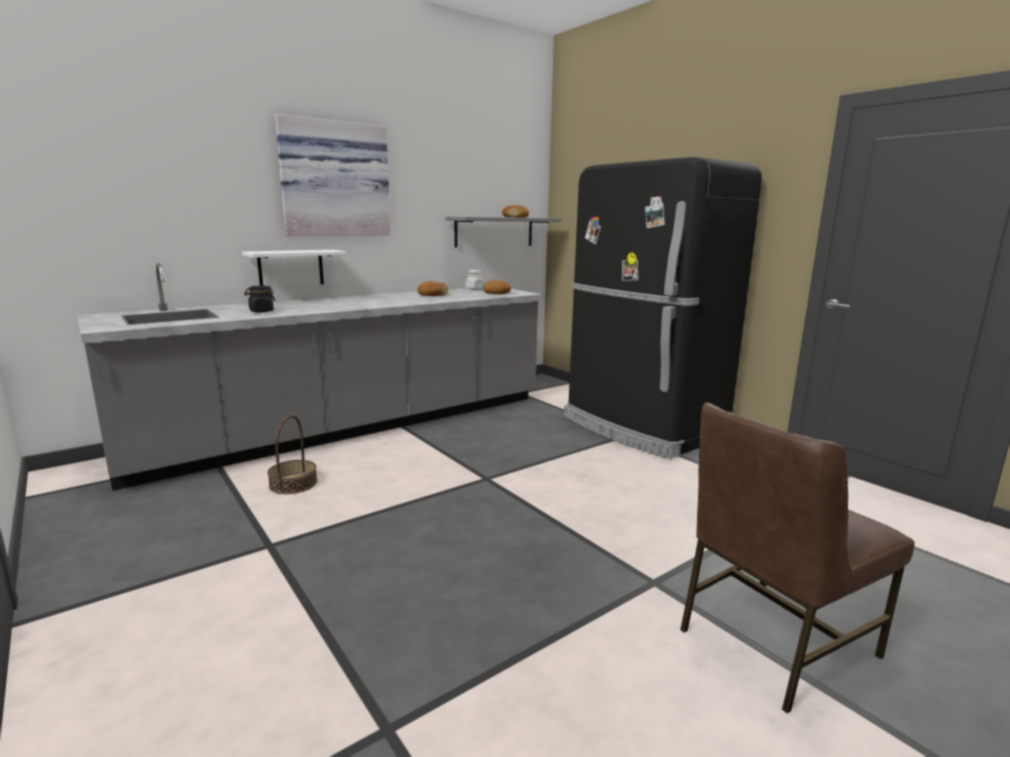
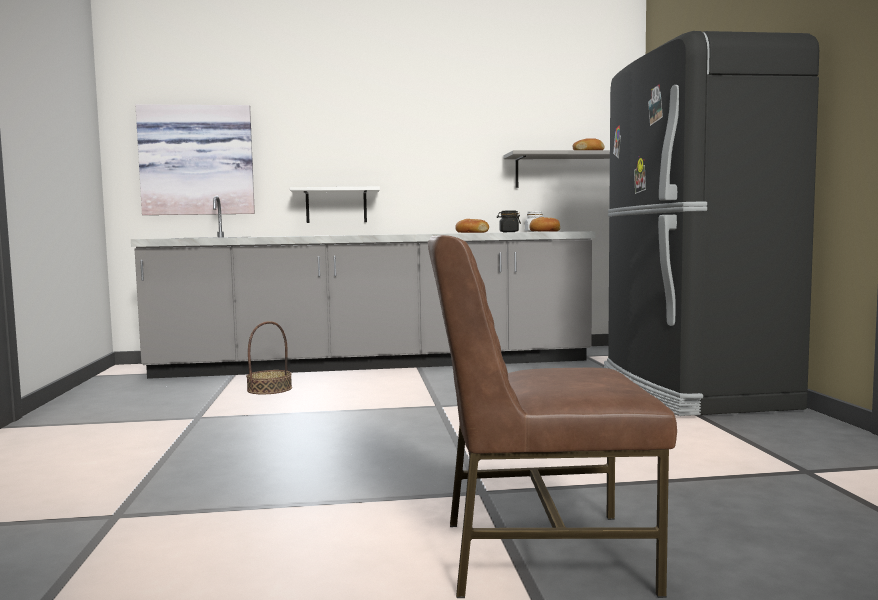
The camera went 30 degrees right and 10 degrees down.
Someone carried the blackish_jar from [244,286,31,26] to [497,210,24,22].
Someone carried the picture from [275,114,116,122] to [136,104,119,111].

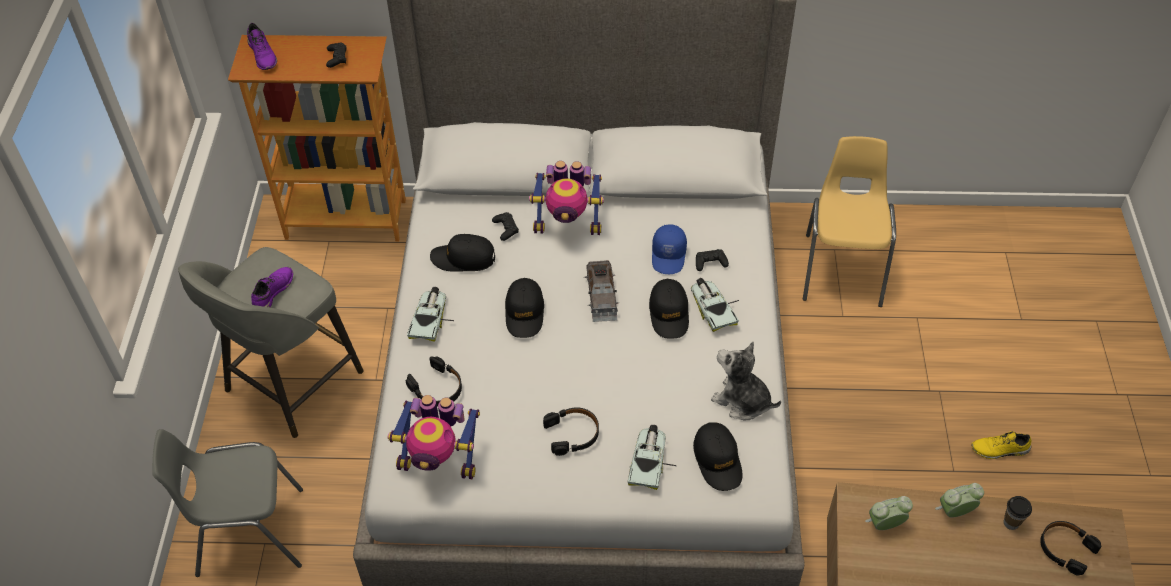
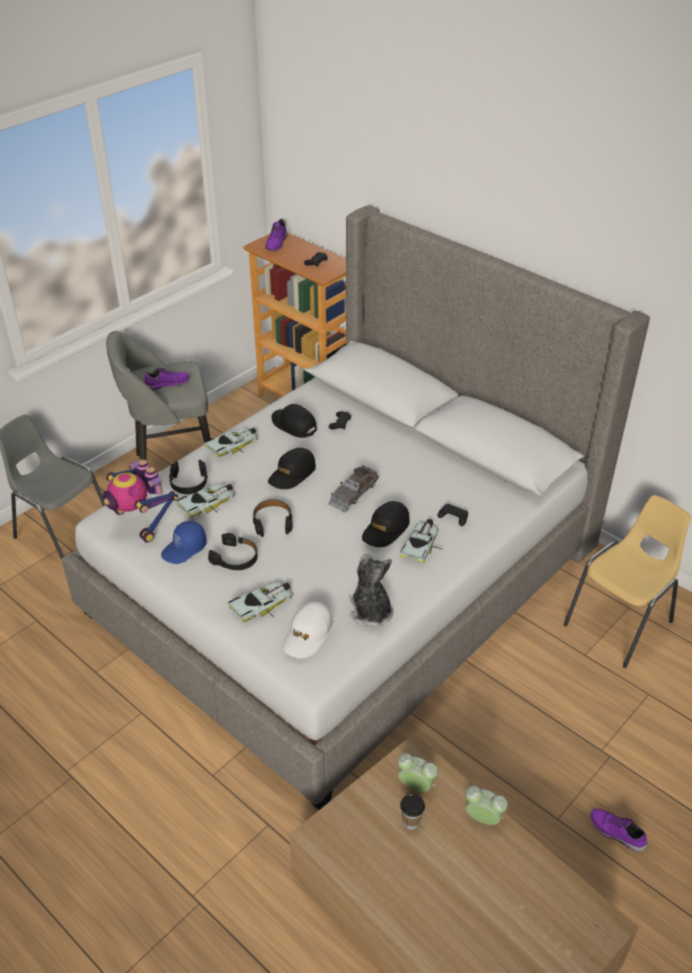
The camera went 40 degrees right and 10 degrees down.
Someone took away the robot_figure at [529,161,75,74].
Someone carried the blue_peaked_cap from [652,224,35,50] to [161,521,46,43].
Someone repainted the blackish_peaked_cap at [693,422,50,69], which became the whitish_peaked_cap at [283,601,50,57].
Someone repainted the yellowish_shoe at [972,431,59,28], which became the purple_shoe at [590,809,57,43].
Someone carried the cup from [1004,496,28,34] to [400,794,25,36].
Someone carried the blackish_headphones from [1040,521,61,55] to [253,499,39,38].
Someone put down the miniature_car at [176,484,59,33].

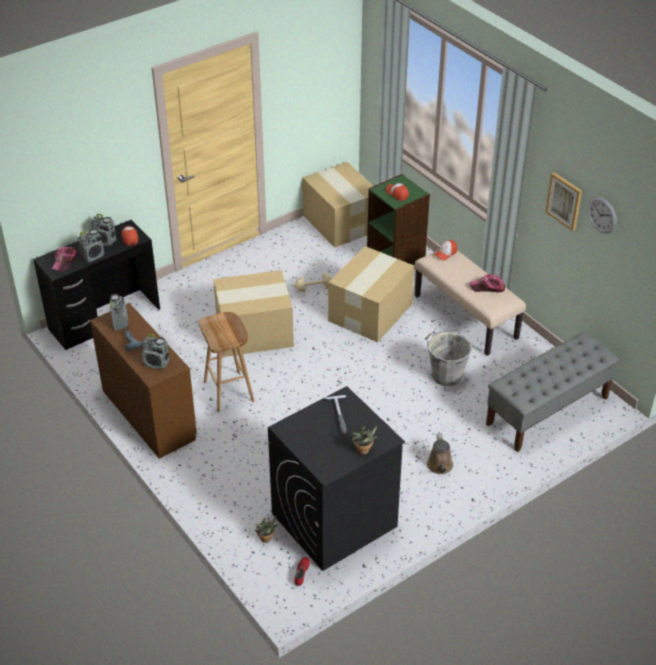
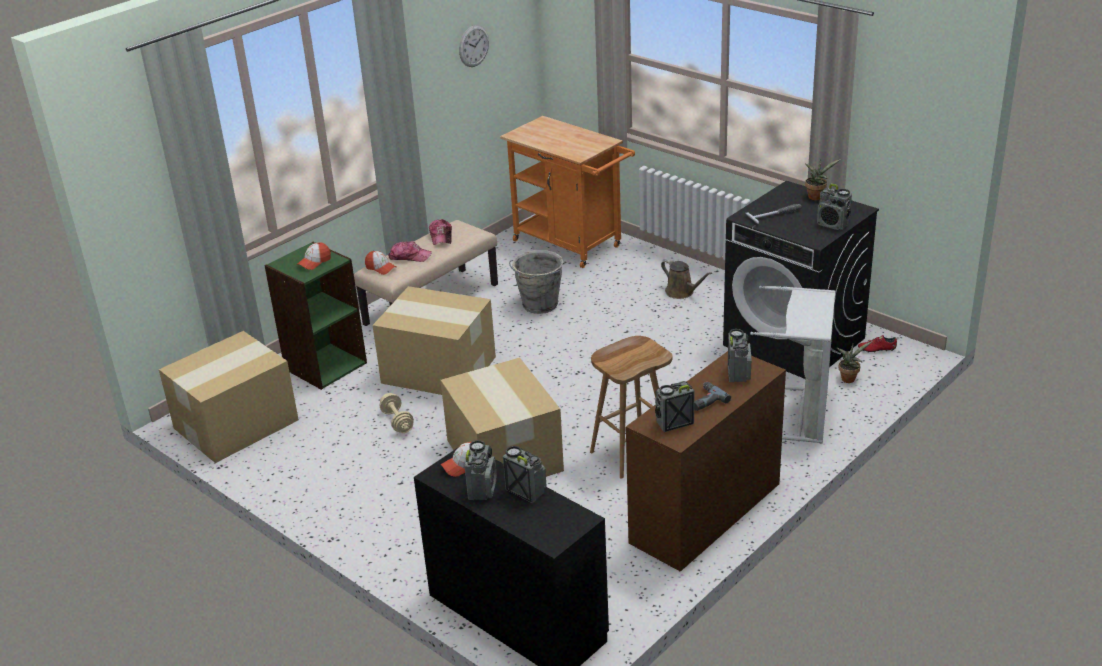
The camera went 100 degrees left and 10 degrees down.
Someone carried the peaked_cap from [51,247,27,25] to [388,241,44,21].
Someone rotated the brown-coloured_watering_can at [427,434,26,40] by 60 degrees clockwise.
Someone swapped the grey_bench at [486,332,133,120] for the orange_trolley at [500,116,135,152].
Someone took away the picture at [545,172,37,59].
Someone put down the grey_washing_basket at [750,286,85,157].
Someone put down the radio_set at [817,184,35,46].

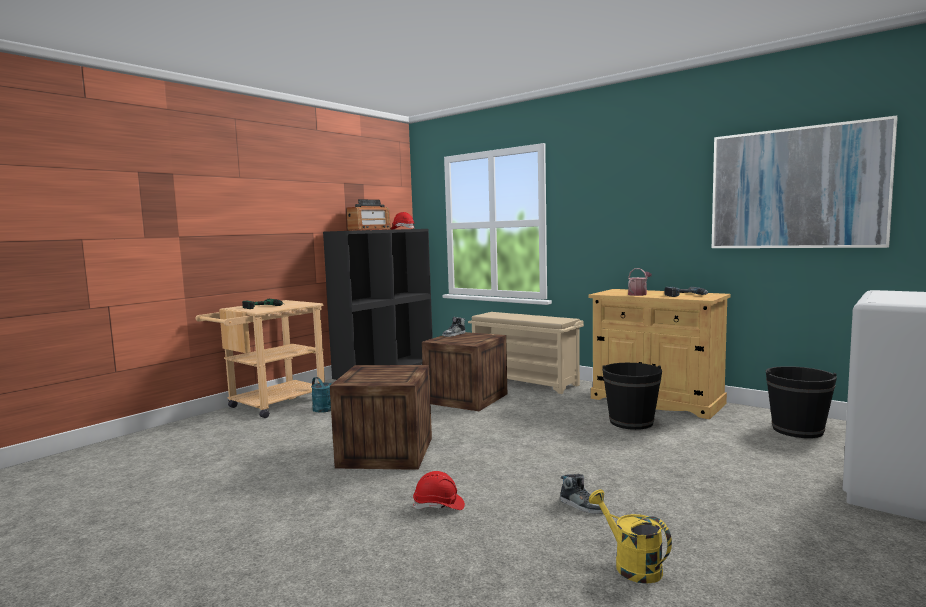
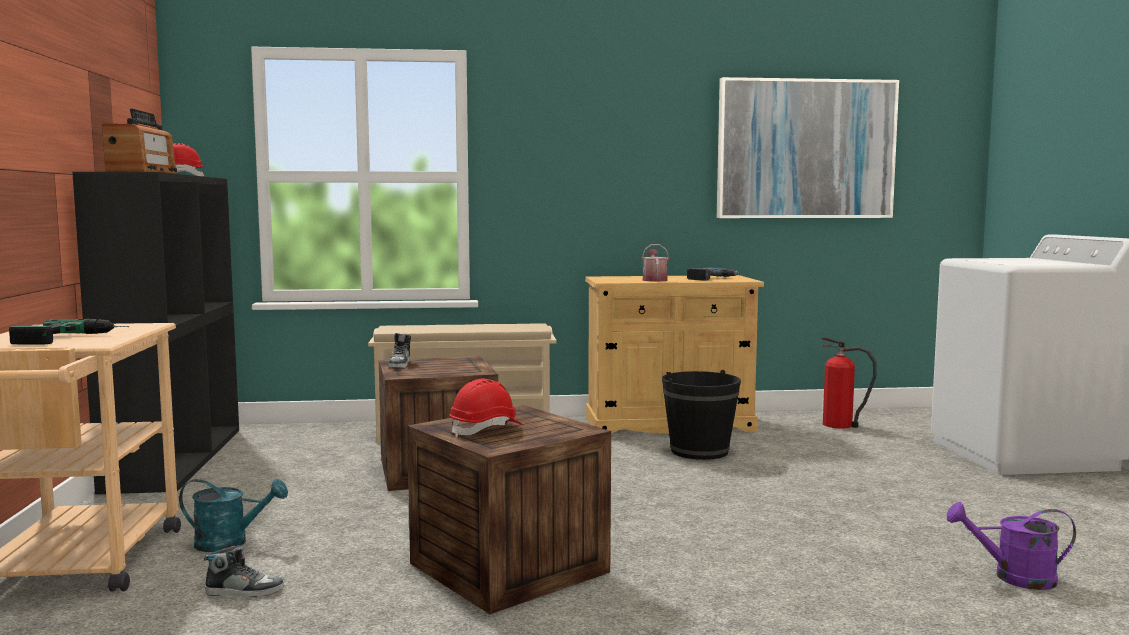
The camera went 45 degrees left and 0 degrees up.
Someone carried the red-coloured_hard_hat from [413,471,52,39] to [449,379,74,58].
Someone carried the shoe from [560,474,43,40] to [204,545,80,52].
Someone repainted the yellowish_watering_can at [589,489,83,95], which became the purple_watering_can at [947,502,129,88].
Someone swapped the blackish_pail at [766,366,71,72] for the fire-fighting_cylinder at [821,337,56,92].

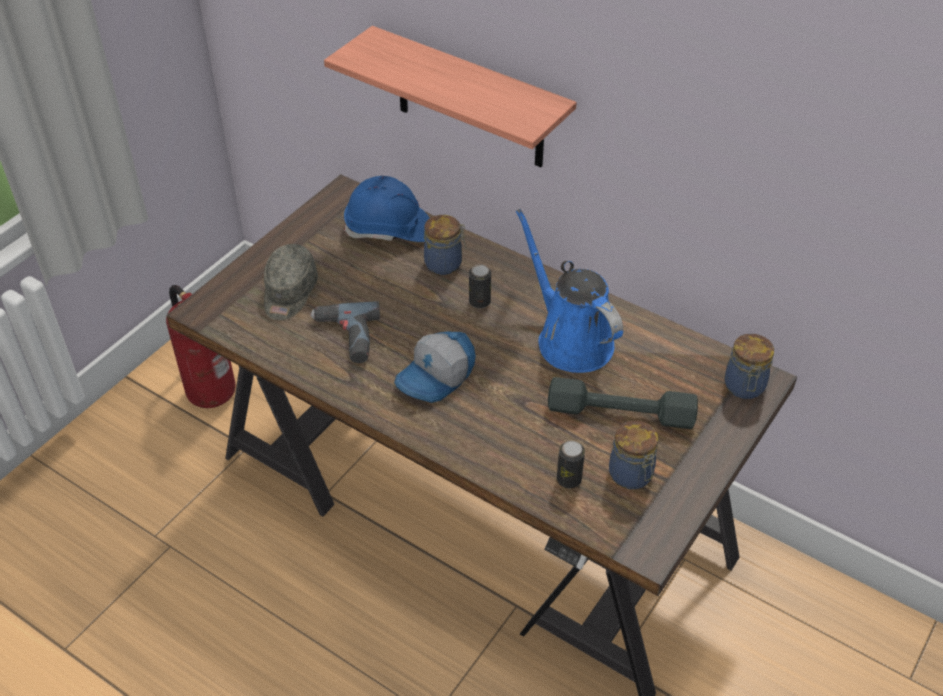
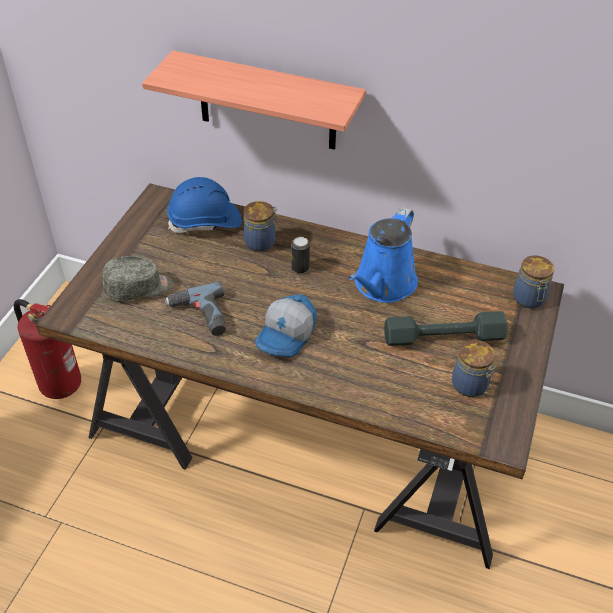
The camera went 15 degrees left and 0 degrees up.
Someone rotated the grey_peaked_cap at [264,244,54,76] by 105 degrees counterclockwise.
Someone rotated the blue_watering_can at [516,209,107,164] by 105 degrees counterclockwise.
Someone took away the can at [557,441,28,47].

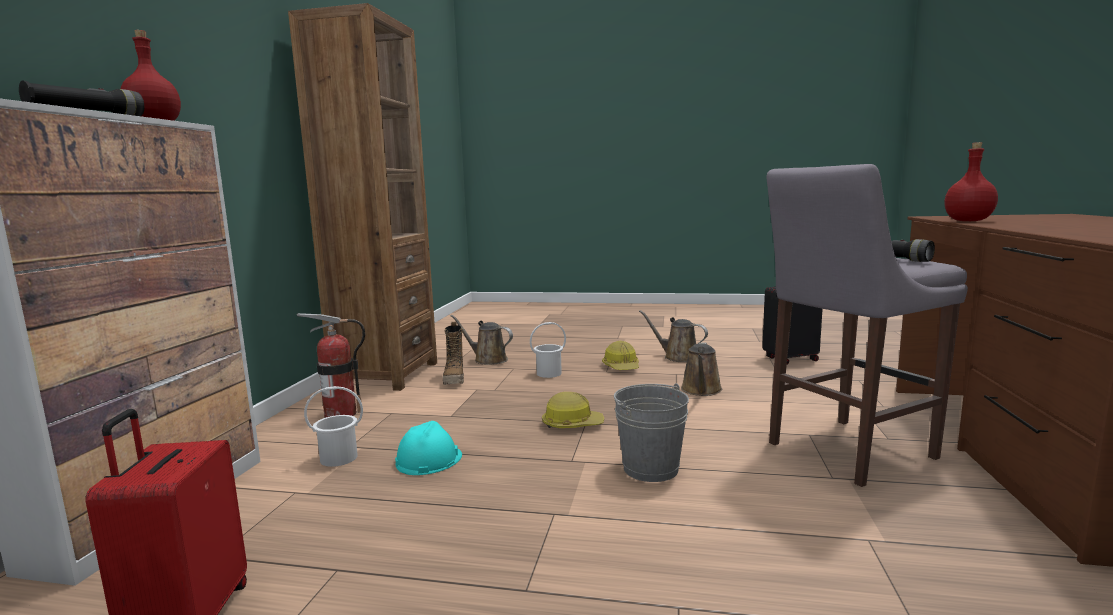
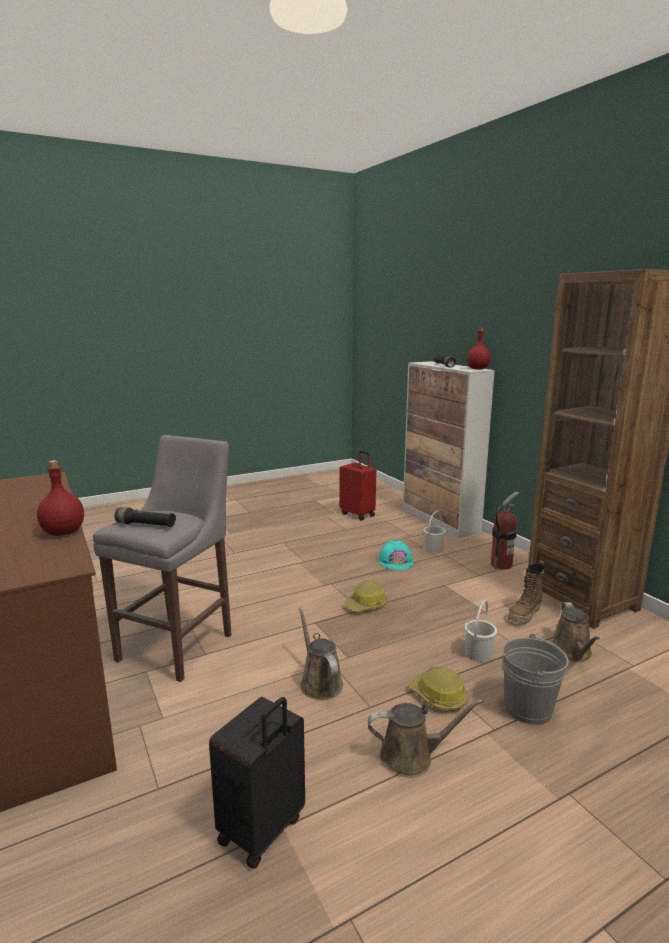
The camera went 140 degrees right and 5 degrees up.
Someone rotated the high-top_boot at [442,322,22,63] by 90 degrees counterclockwise.
Someone rotated the brown-coloured_watering_can at [451,315,62,50] by 105 degrees clockwise.
Someone carried the grey_pail from [614,383,75,99] to [502,634,66,91].

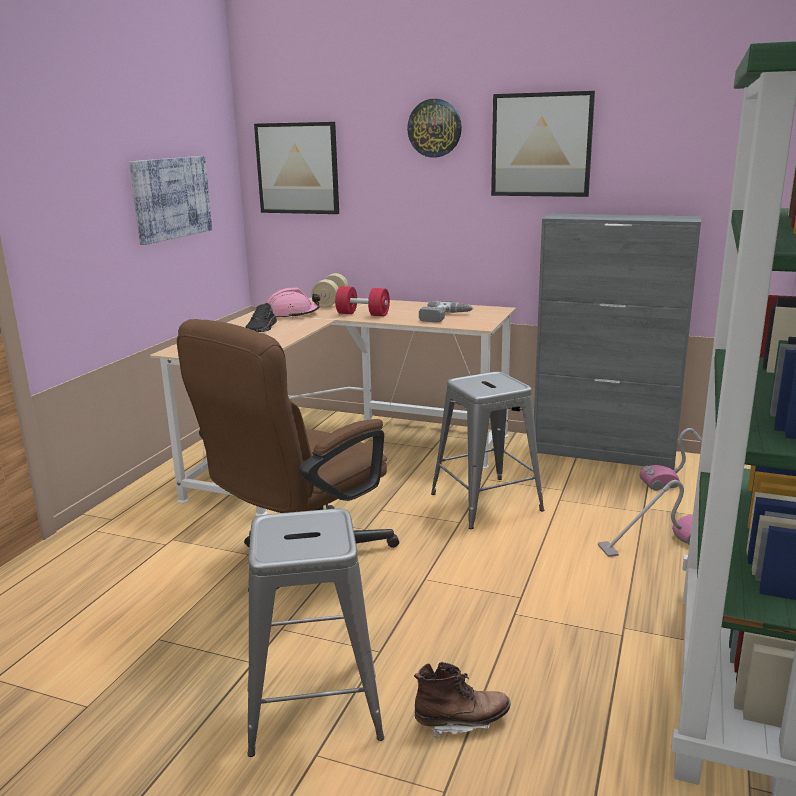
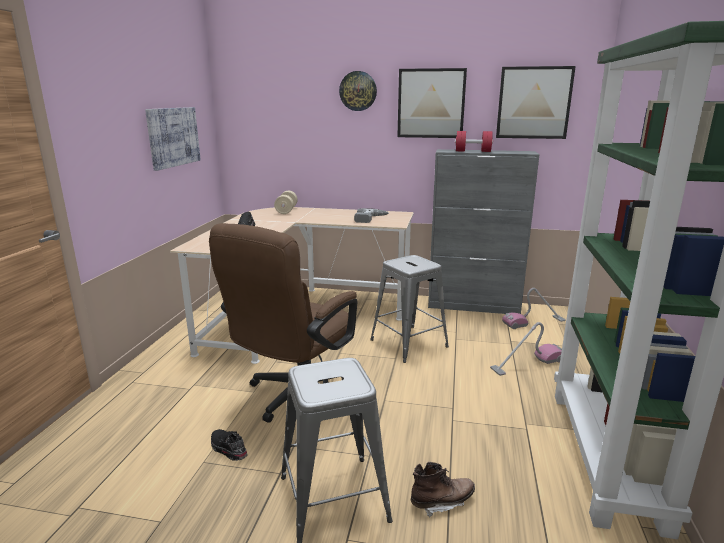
The camera went 10 degrees left and 0 degrees up.
Someone carried the picture from [254,122,85,92] to [496,66,80,73].
Someone took away the pink_hard_hat at [267,287,53,31].
Someone carried the red-coloured_free_weight from [335,286,55,30] to [455,131,38,21].
Someone put down the blackish_shoe at [211,429,37,32].

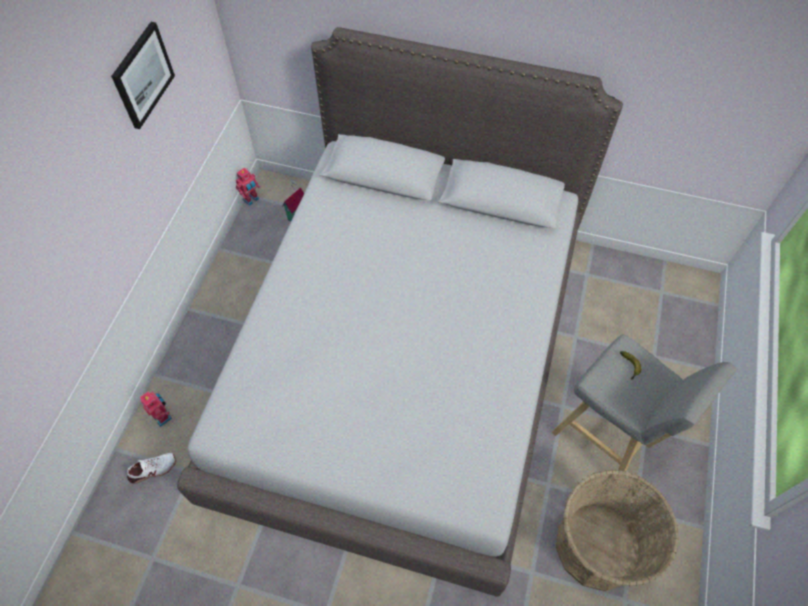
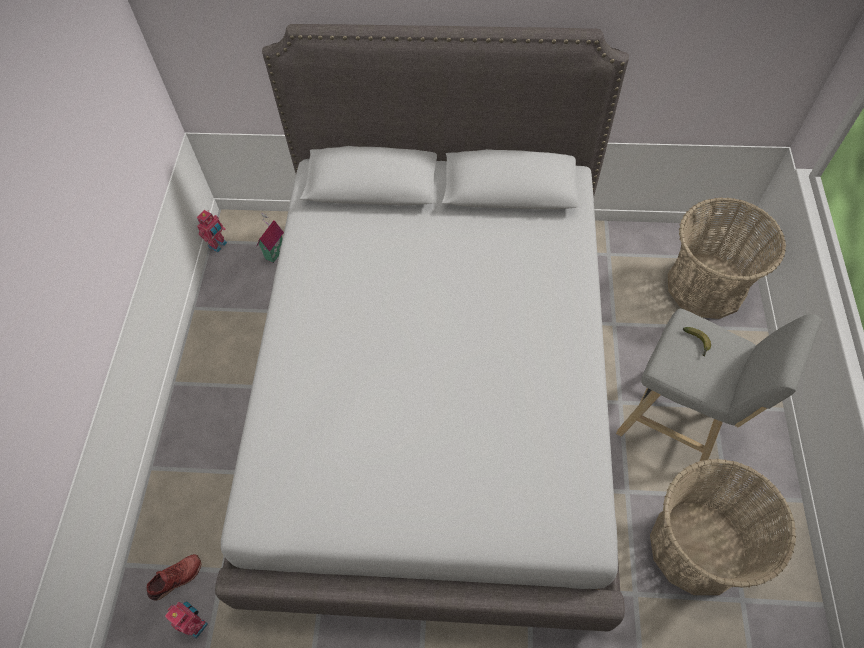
The camera went 10 degrees left and 0 degrees up.
Someone took away the picture at [111,22,64,107].
Someone repainted the whitish_shoe at [127,453,49,31], which became the red-coloured_shoe at [147,554,54,47].
Someone carried the robot_figure from [139,391,33,36] to [165,602,43,37].
Someone put down the storage_basket at [668,197,118,122].

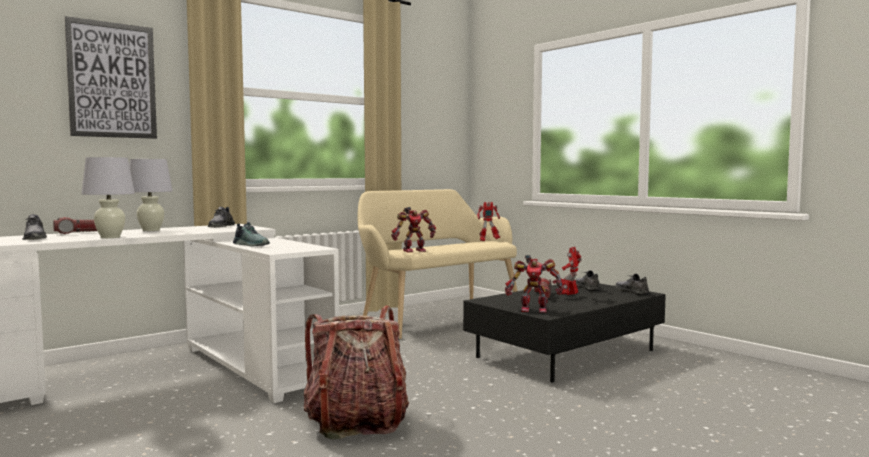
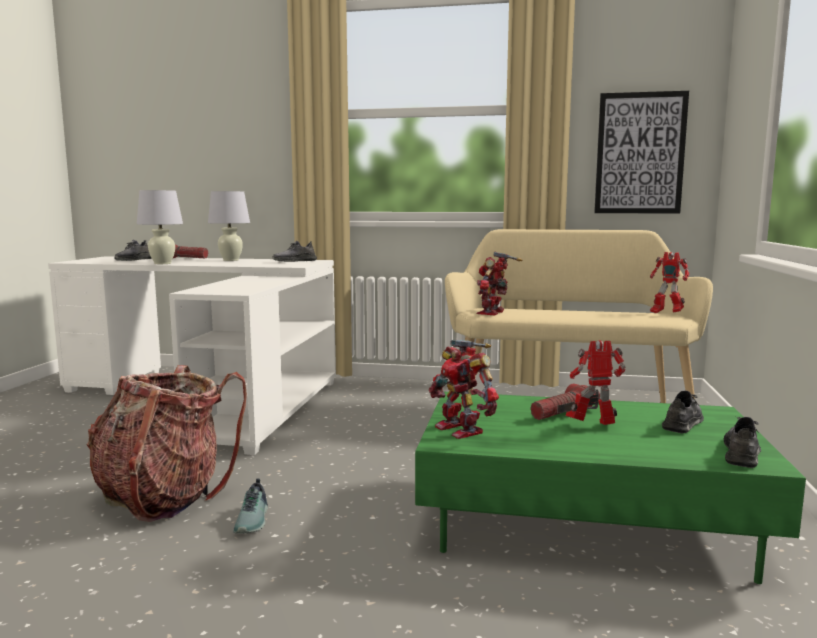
The camera went 50 degrees right and 5 degrees up.
Someone carried the picture from [64,16,93,123] to [594,91,95,122].
Someone carried the shoe from [233,222,37,25] to [233,478,35,56].
Someone rotated the robot_figure at [392,207,44,45] by 90 degrees clockwise.
Someone repainted the blackish_lounge_table at [463,284,203,98], which became the green-coloured_lounge_table at [415,392,391,192].

